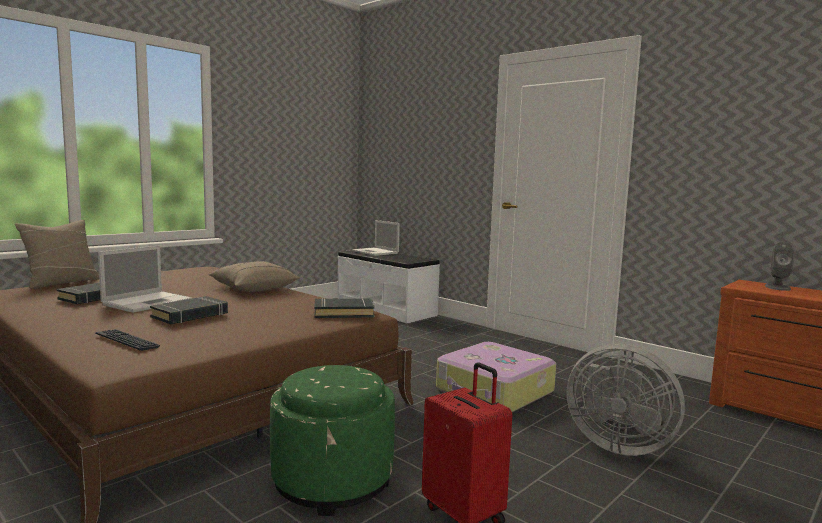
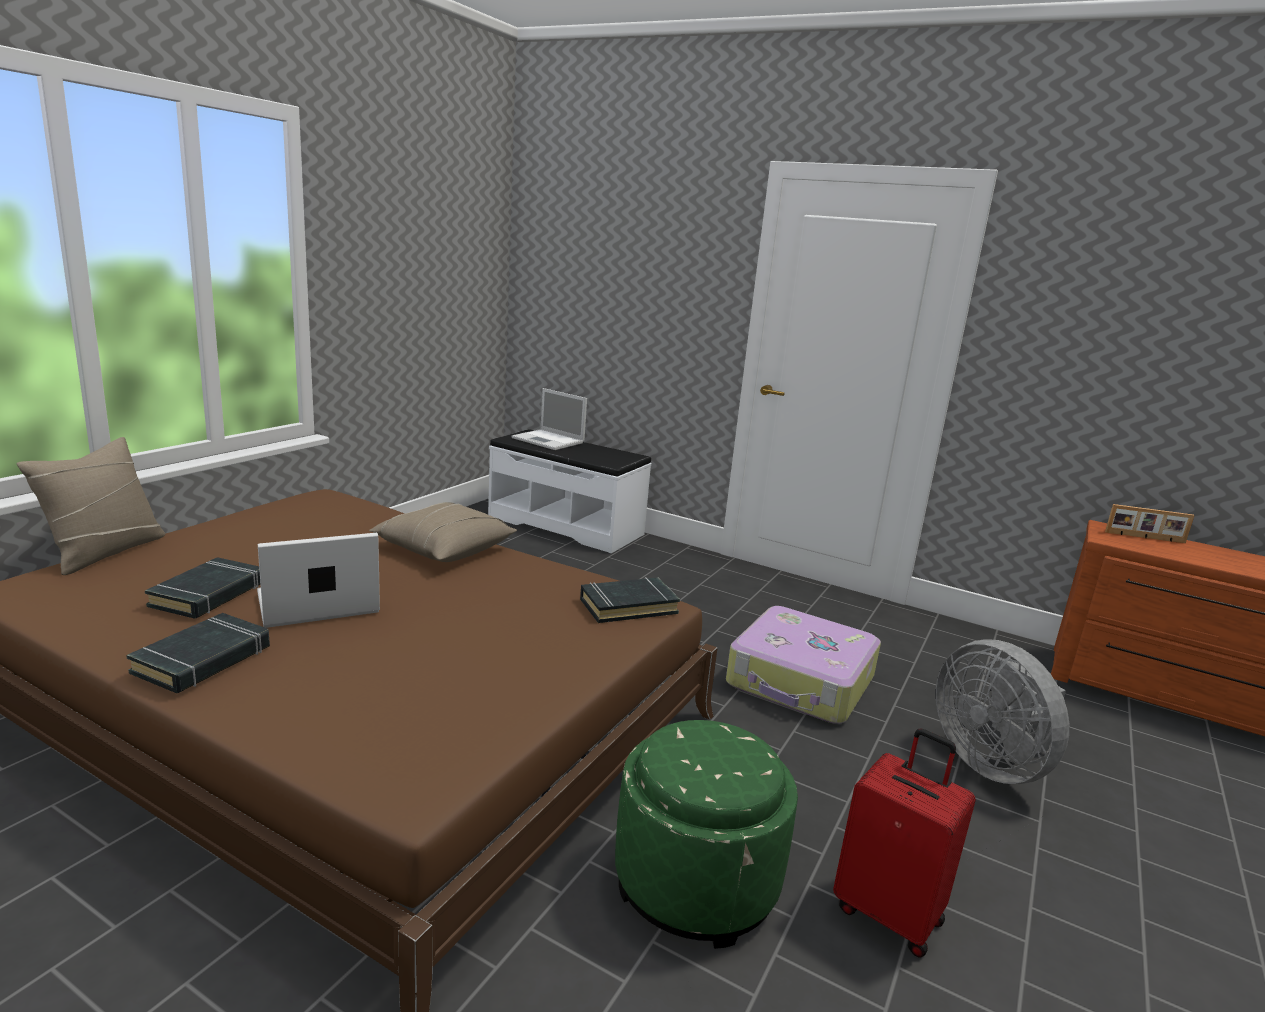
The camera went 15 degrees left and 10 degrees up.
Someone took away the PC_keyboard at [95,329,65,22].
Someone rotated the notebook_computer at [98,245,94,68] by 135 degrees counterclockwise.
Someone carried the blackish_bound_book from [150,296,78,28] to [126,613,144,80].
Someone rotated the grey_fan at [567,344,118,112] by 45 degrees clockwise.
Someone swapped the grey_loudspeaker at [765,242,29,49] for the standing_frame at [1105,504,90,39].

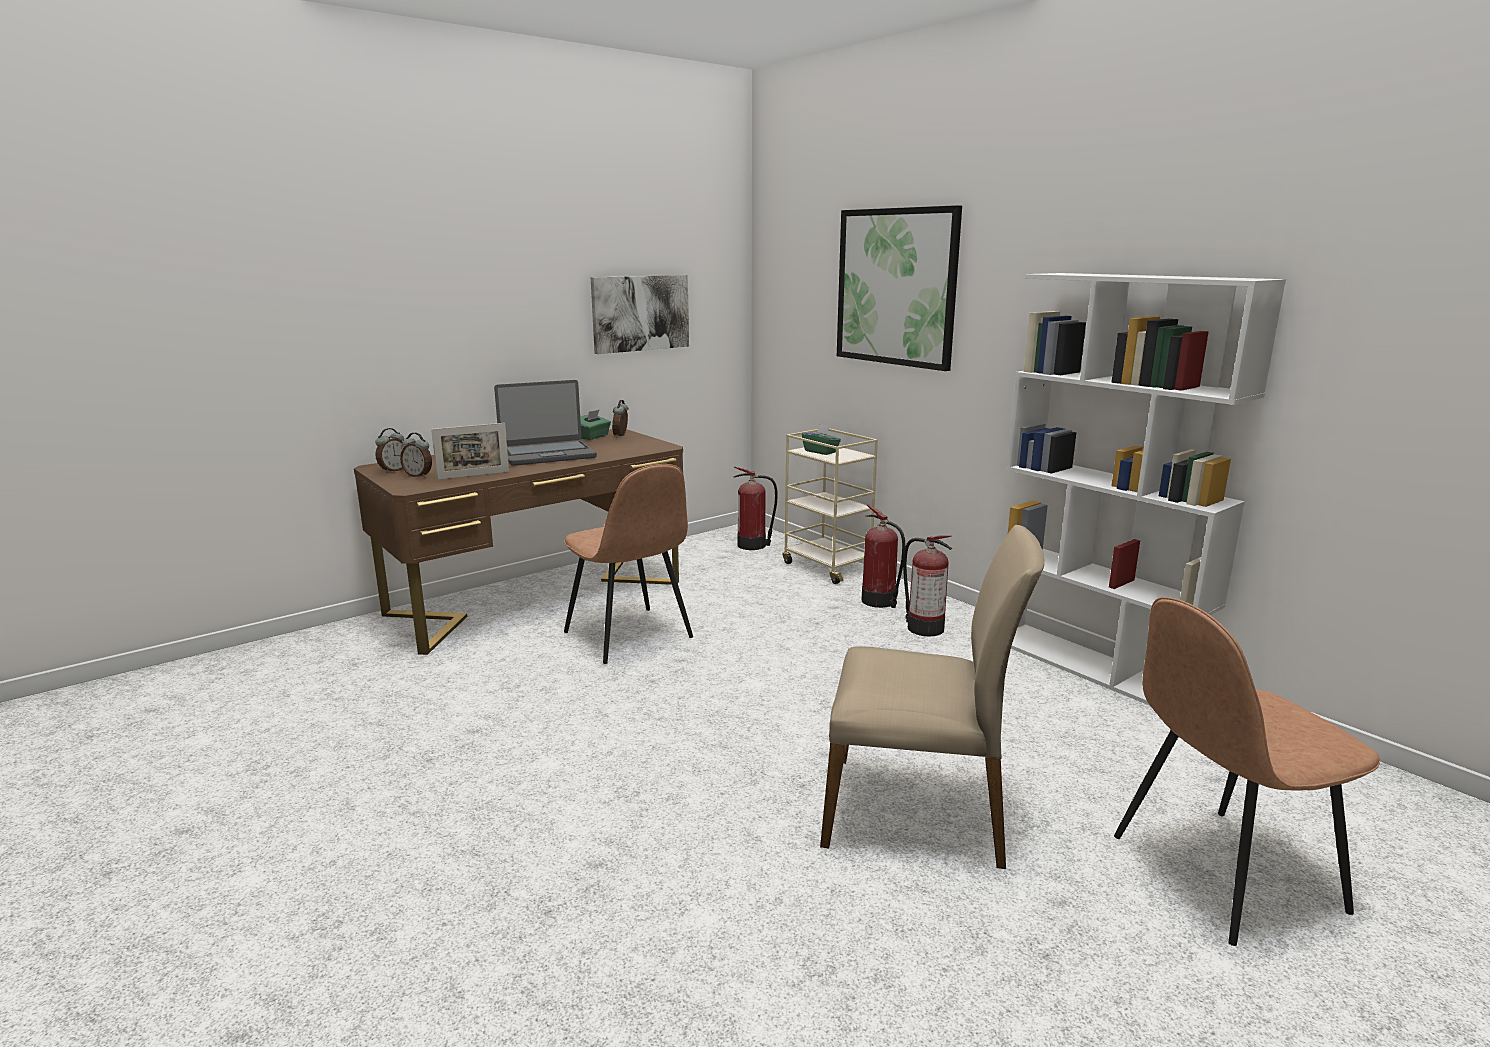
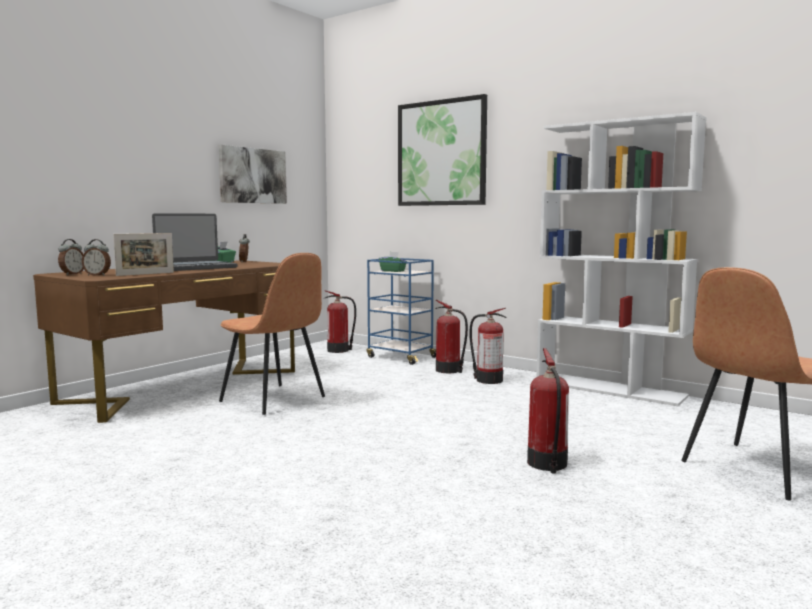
The camera went 15 degrees left and 10 degrees down.
Someone repainted the sand-coloured_trolley at [783,428,95,156], which became the blue_trolley at [367,258,69,107].
Someone swapped the sand-coloured_chair at [820,525,224,344] for the fire-fighting_cylinder at [527,348,42,126].

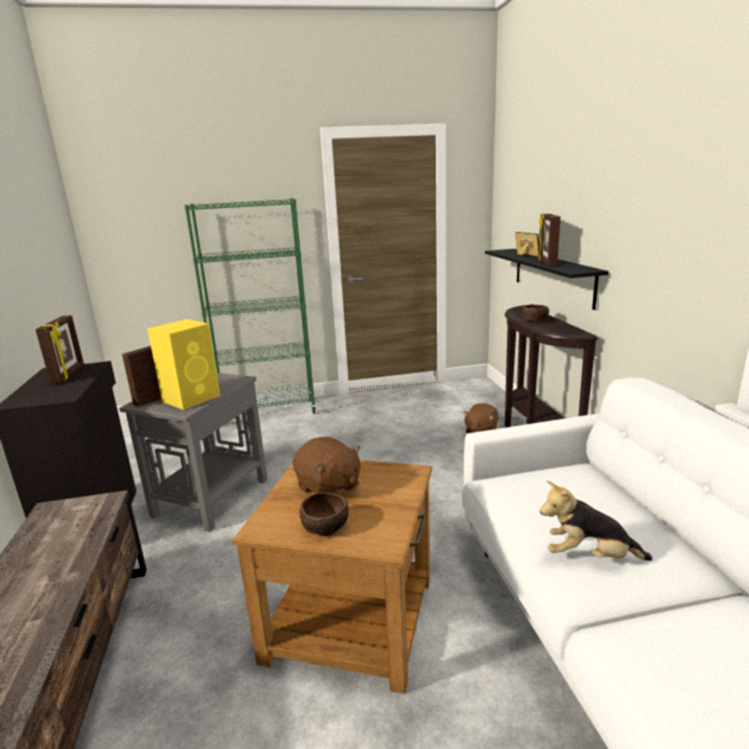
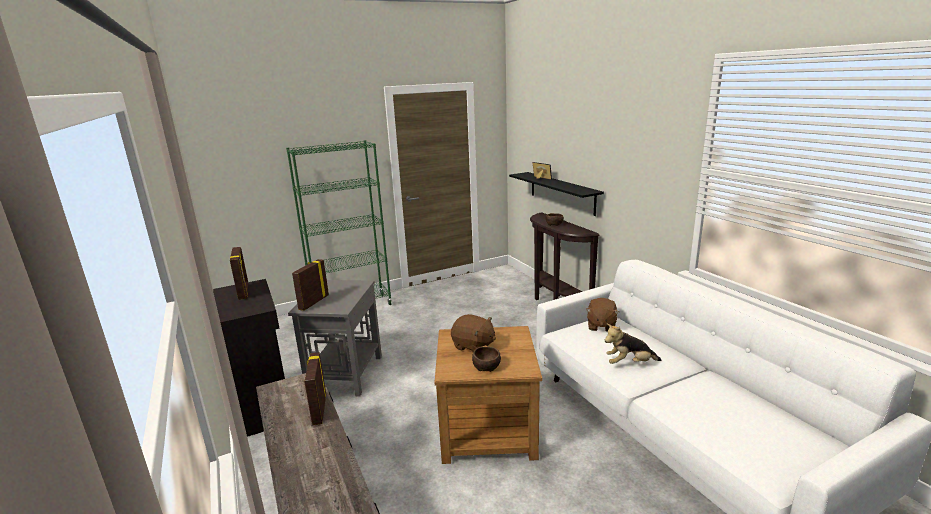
The camera went 15 degrees left and 0 degrees up.
Someone took away the yellowish_loudspeaker at [147,319,73,91].
Someone carried the brown-coloured_plush_toy from [463,403,36,30] to [586,298,33,34].
Someone carried the standing_frame from [538,213,23,52] to [304,352,22,73].

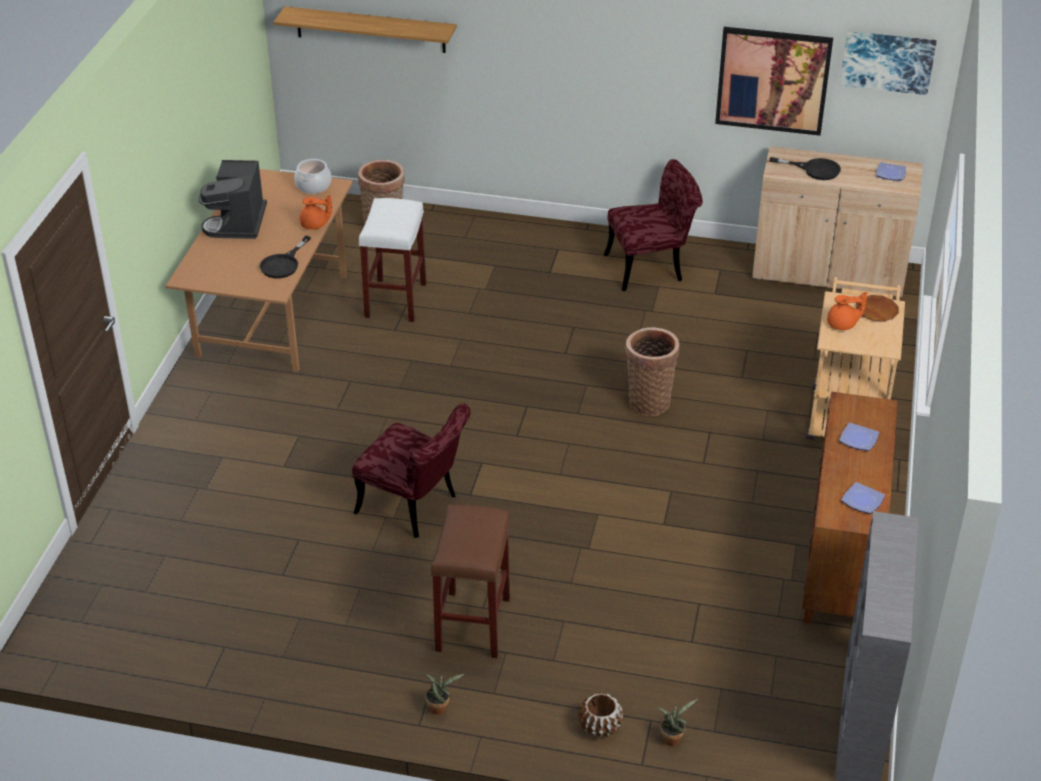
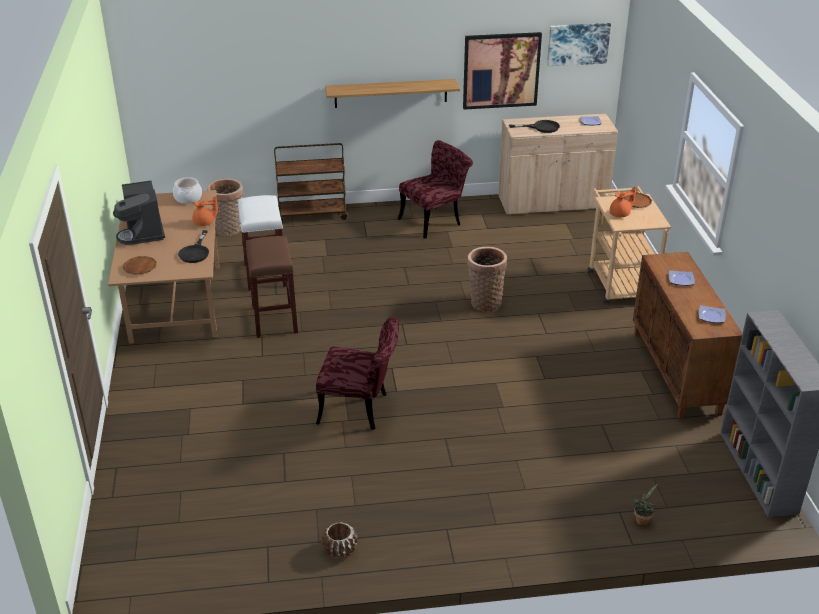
The camera went 20 degrees left and 5 degrees down.
Someone carried the bracket_shelf from [273,6,184,47] to [325,79,135,29].
Someone took away the plant_in_a_pot at [425,673,39,41].
Someone carried the brown-coloured_stool_seat from [431,505,79,153] to [246,236,52,102].
Someone carried the brown-coloured_plant_pot from [578,693,45,44] to [322,522,36,36].
Someone put down the brown-coloured_dinner_plate at [123,256,34,19].
Someone put down the brown-coloured_trolley at [274,143,73,79].

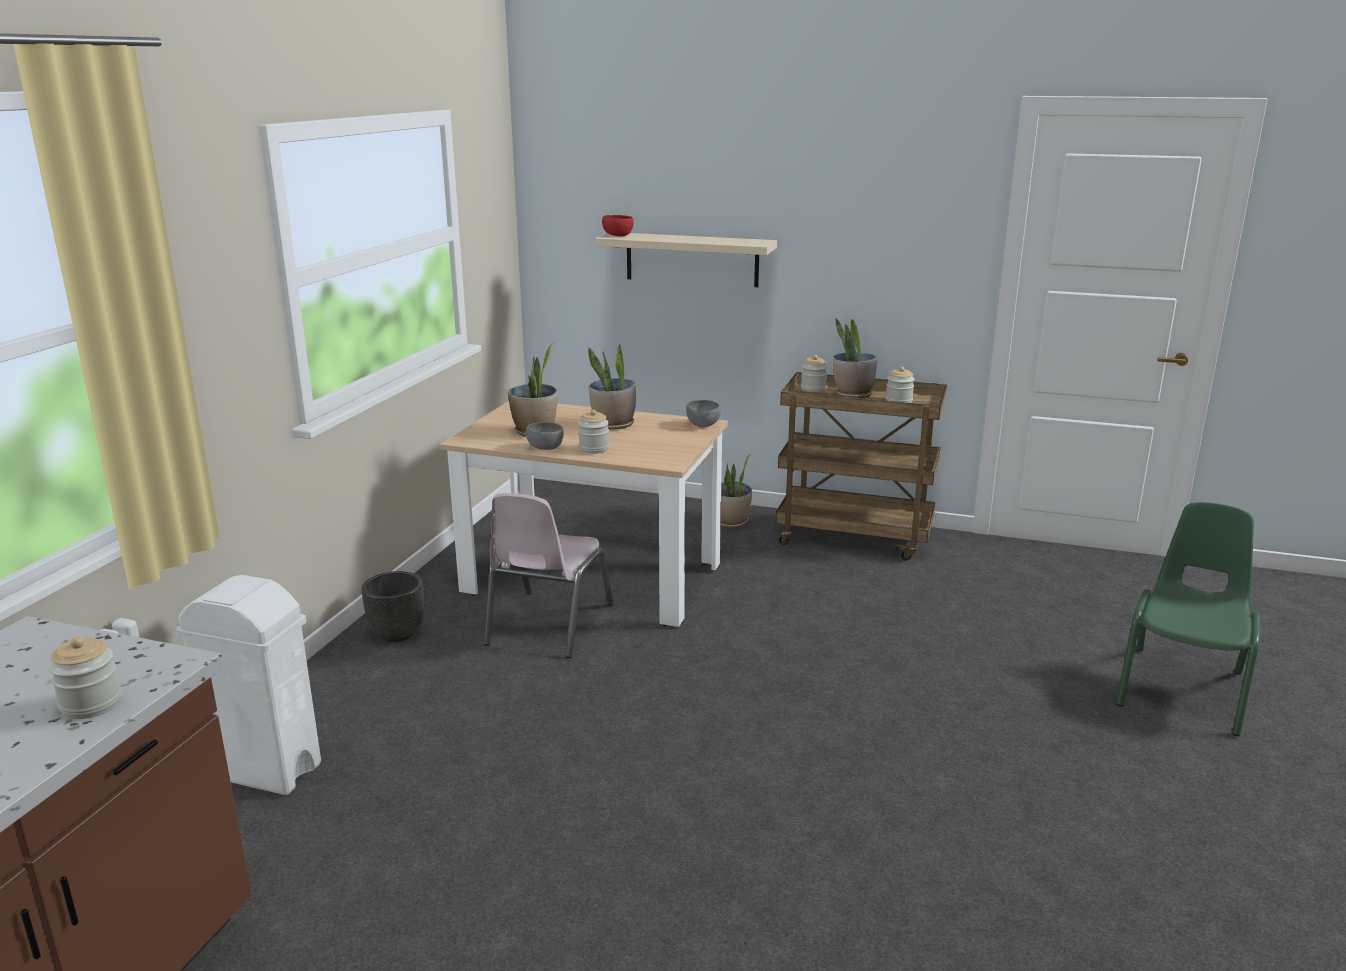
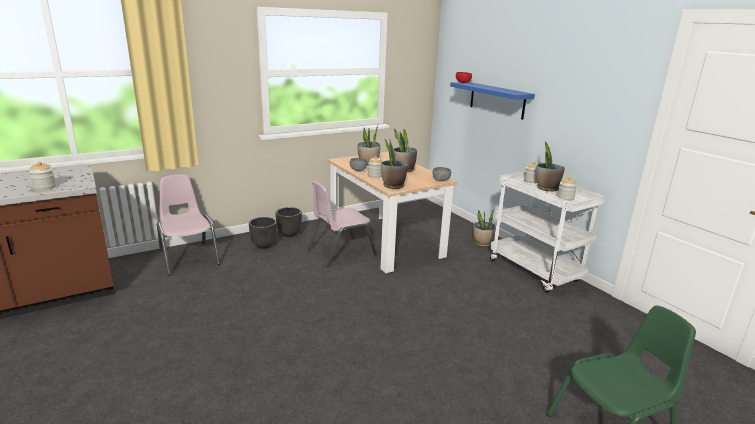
The camera went 40 degrees right and 0 degrees up.
Someone swapped the whitish_trash_can at [175,575,146,220] for the pink_chair at [157,174,63,102].
Someone repainted the sand-coloured_bracket_shelf at [595,233,182,54], which became the blue_bracket_shelf at [450,82,85,38].
Someone repainted the brown-coloured_trolley at [776,372,171,189], which became the whitish_trolley at [490,171,115,122].
Someone put down the blackish_plant_pot at [249,217,28,32].
Someone put down the plant_in_a_pot at [381,138,27,51].

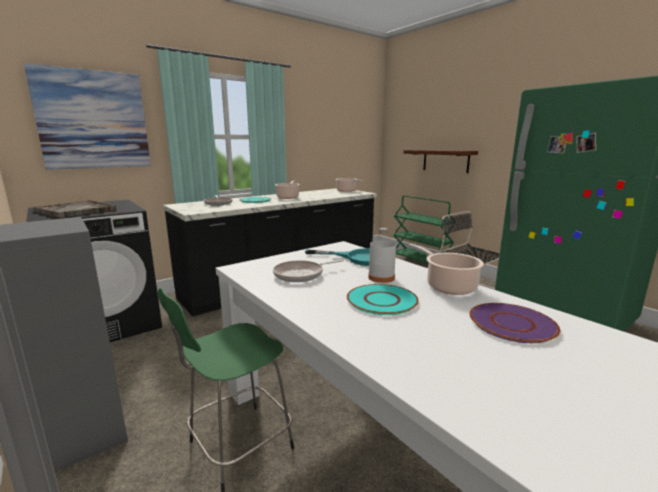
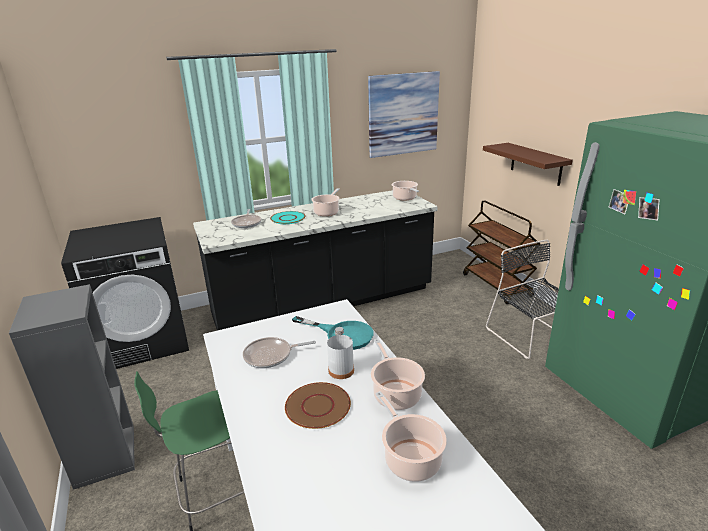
The camera went 15 degrees right and 10 degrees up.
Someone carried the picture from [24,63,127,107] to [368,71,72,87].
Someone took away the grey_serving_tray at [33,200,83,18].
Someone repainted the turquoise_dinner_plate at [347,284,72,31], which became the brown-coloured_dinner_plate at [285,382,66,47].
Someone repainted the green-coloured_trolley at [393,196,61,68], which became the brown-coloured_trolley at [463,200,77,104].
Someone swapped the purple_dinner_plate at [469,303,91,40] for the saucepot at [376,391,71,91].

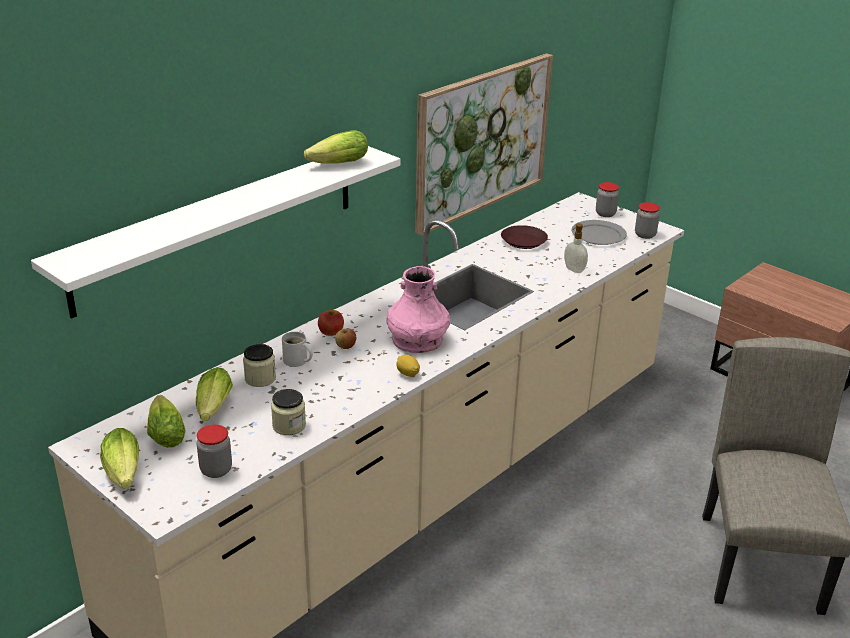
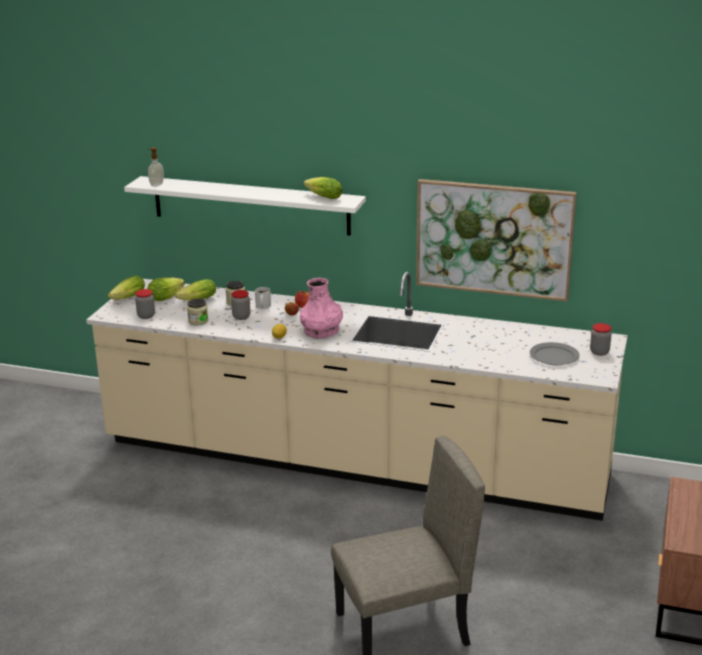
The camera went 65 degrees right and 5 degrees down.
Someone took away the brown-coloured_dinner_plate at [501,225,47,24].
Someone carried the liquid_soap_bottle from [564,223,24,50] to [148,147,16,40].
Someone carried the jar from [635,202,25,37] to [231,290,19,30].

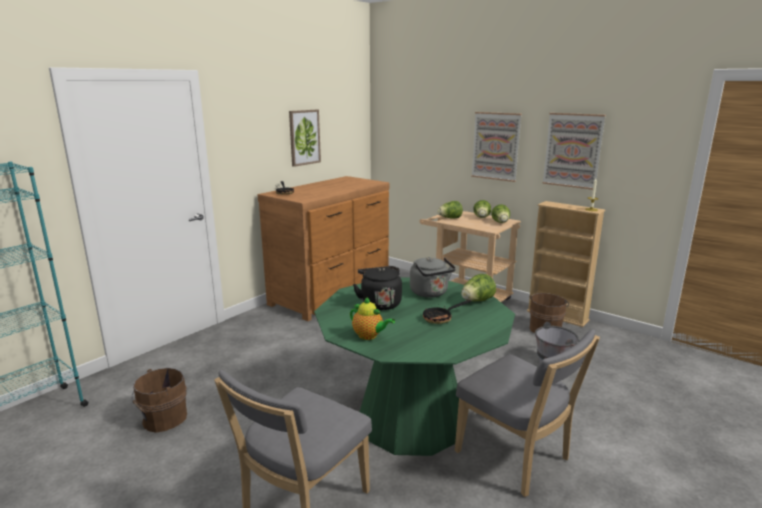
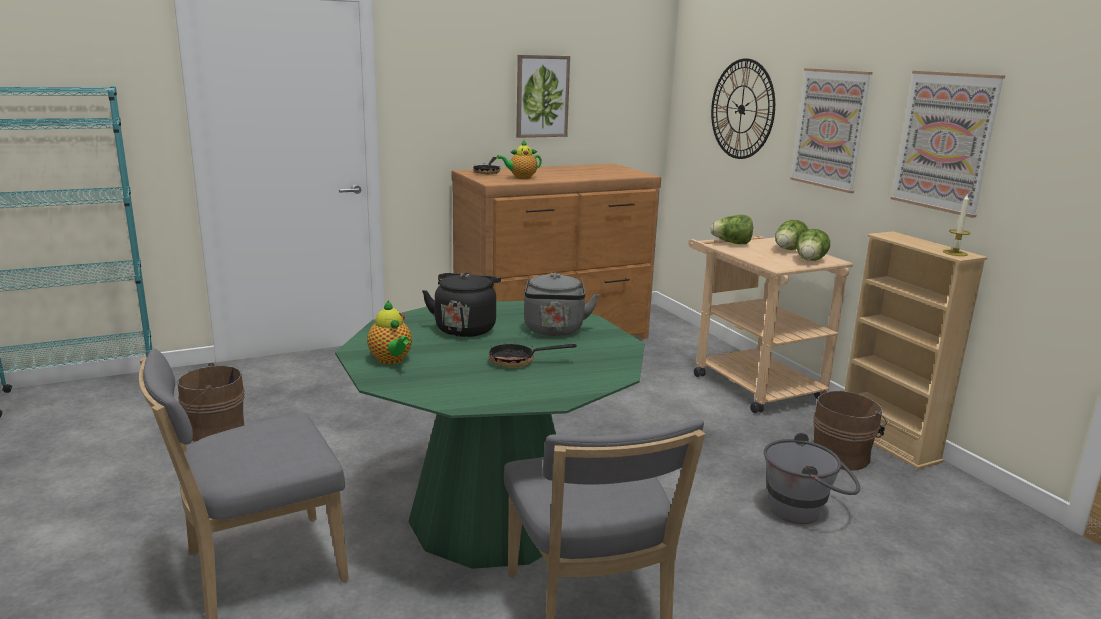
The camera went 25 degrees right and 0 degrees up.
Someone took away the lettuce at [461,274,35,27].
Someone put down the tea_pot at [497,140,45,39].
Someone put up the wall_clock at [711,58,64,101].

